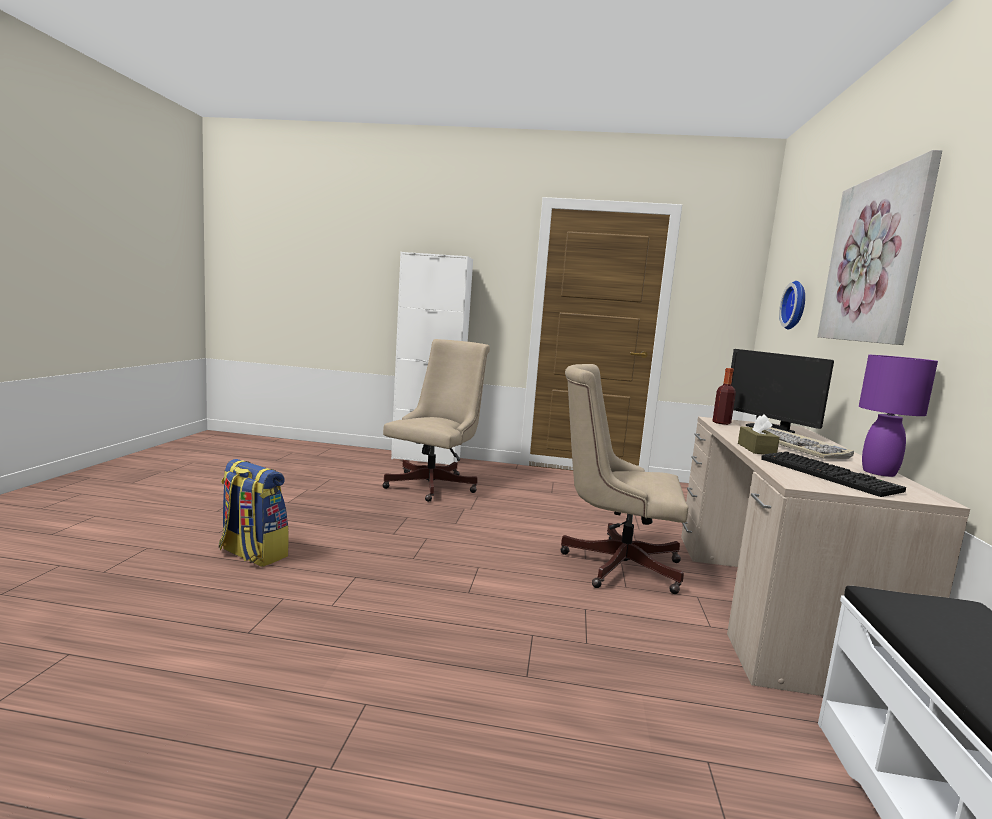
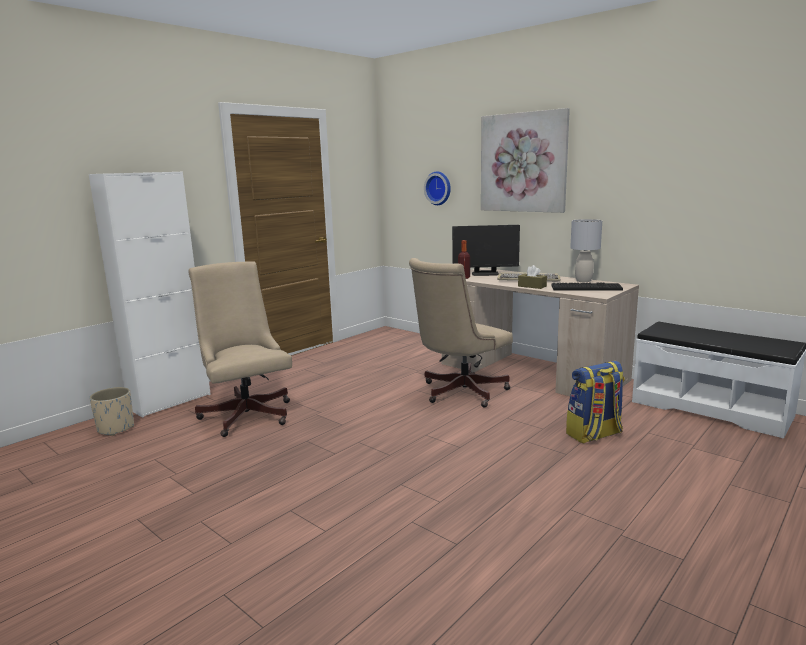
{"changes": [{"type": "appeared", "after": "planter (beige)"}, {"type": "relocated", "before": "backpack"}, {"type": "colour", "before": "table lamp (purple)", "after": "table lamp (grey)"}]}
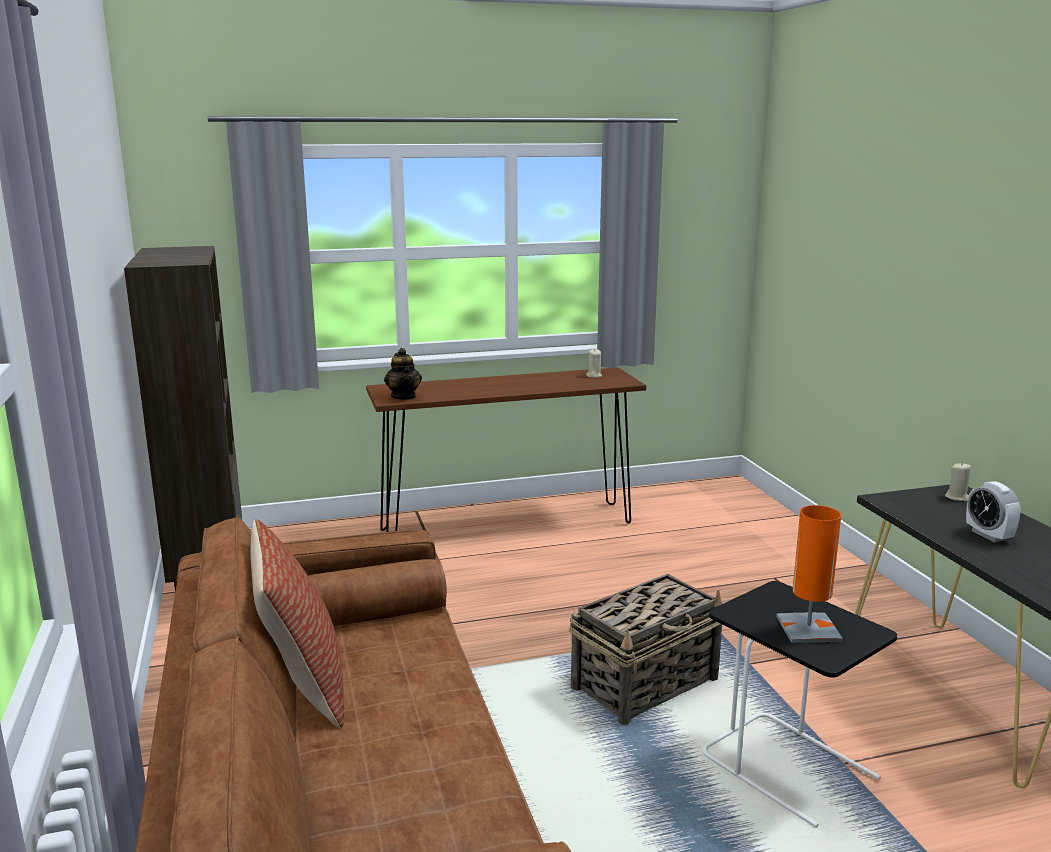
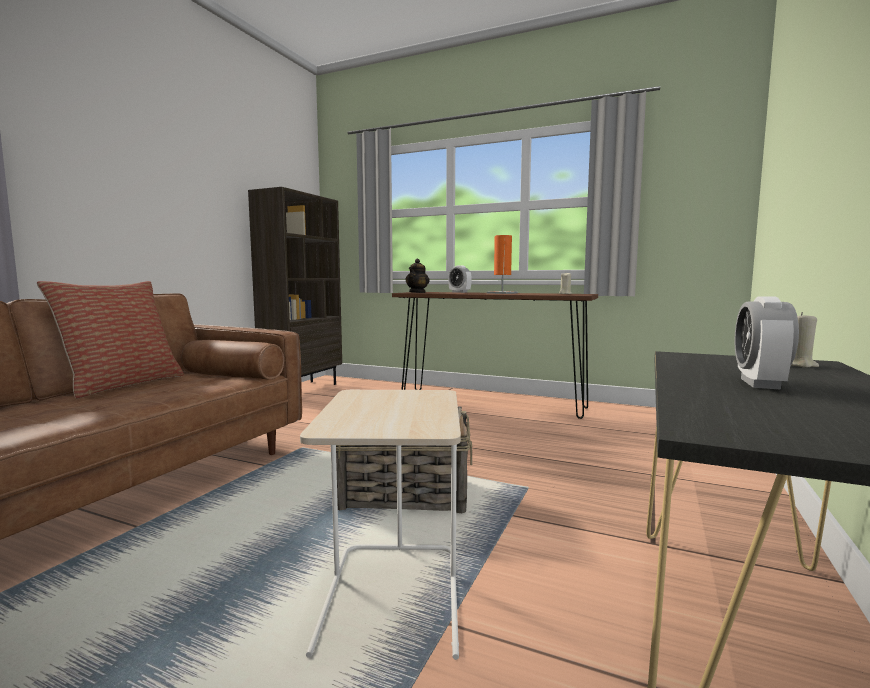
{"changes": [{"type": "colour", "before": "side table (black)", "after": "side table (beige)"}, {"type": "appeared", "after": "alarm clock (no. 1 from left)"}, {"type": "relocated", "before": "table lamp (orange)"}]}
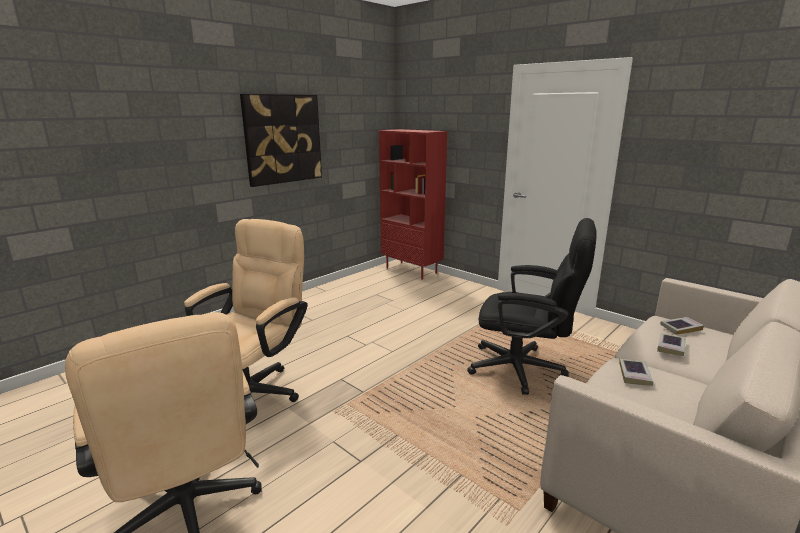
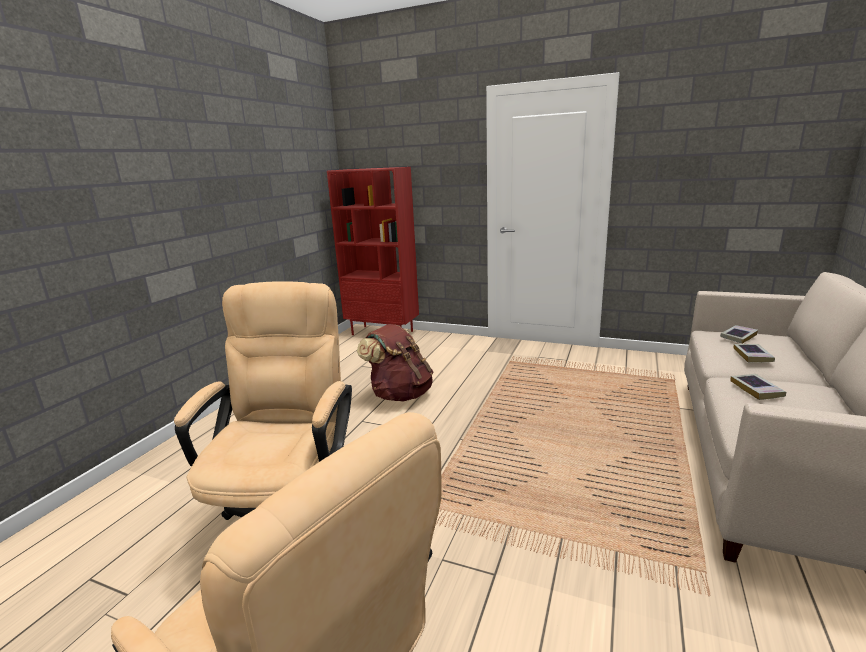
{"changes": [{"type": "appeared", "after": "backpack (brown)"}, {"type": "missing", "before": "picture"}, {"type": "missing", "before": "office chair (black)"}]}
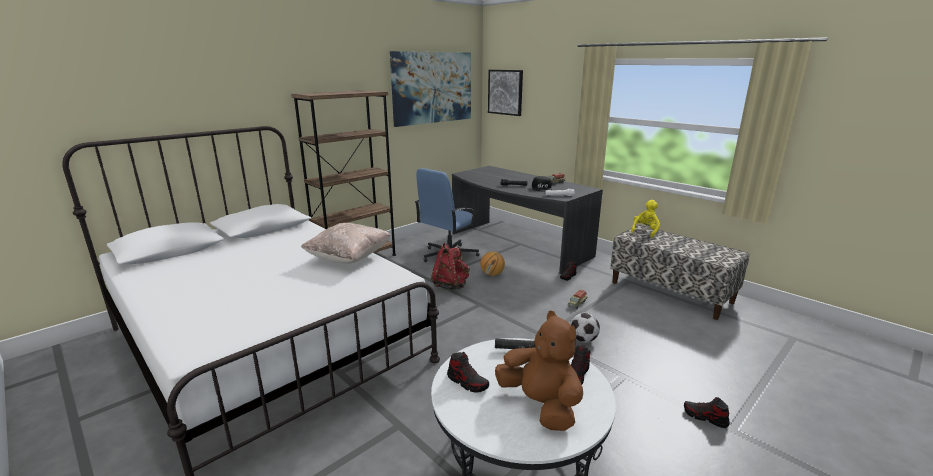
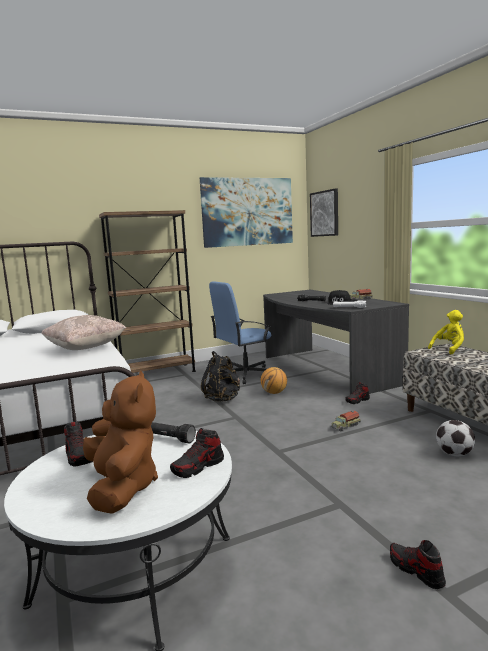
{"changes": [{"type": "colour", "before": "backpack (red)", "after": "backpack (black)"}, {"type": "relocated", "before": "football"}]}
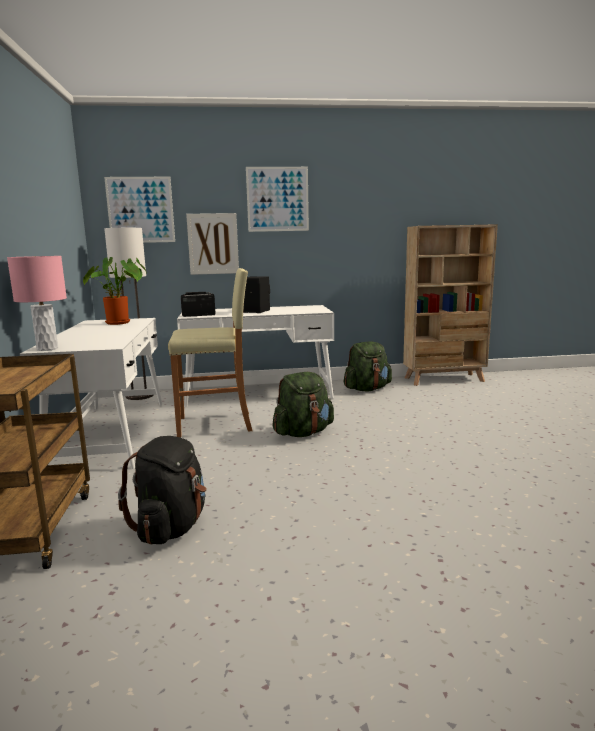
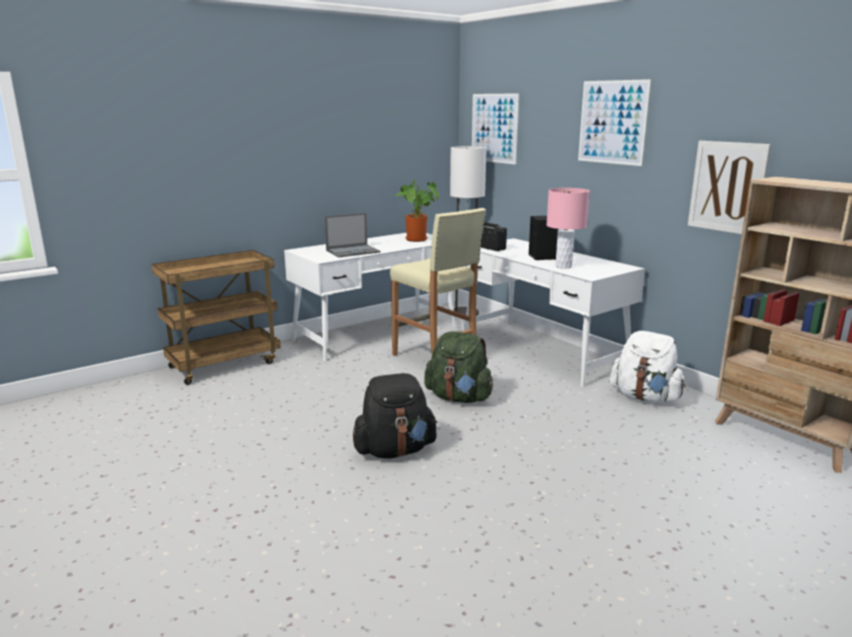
{"changes": [{"type": "appeared", "after": "laptop"}, {"type": "relocated", "before": "backpack (black)"}, {"type": "relocated", "before": "table lamp (pink)"}, {"type": "colour", "before": "backpack (green) (no. 2 from left)", "after": "backpack (white)"}, {"type": "relocated", "before": "picture (no. 2 from left in the first image)", "after": "picture (no. 3 from left)"}]}
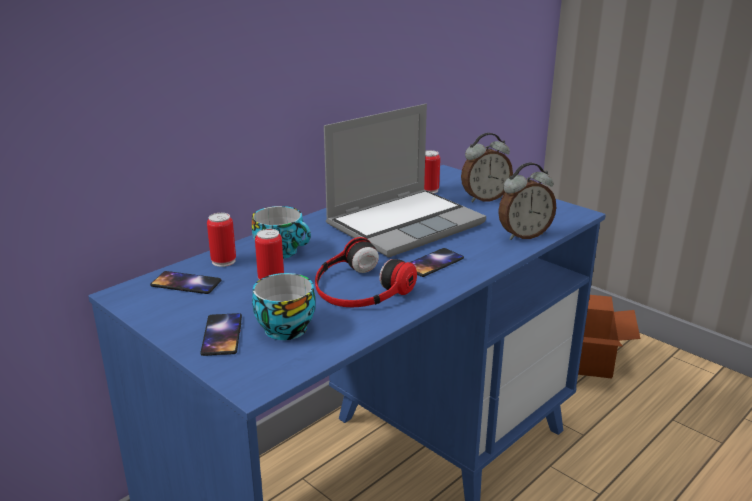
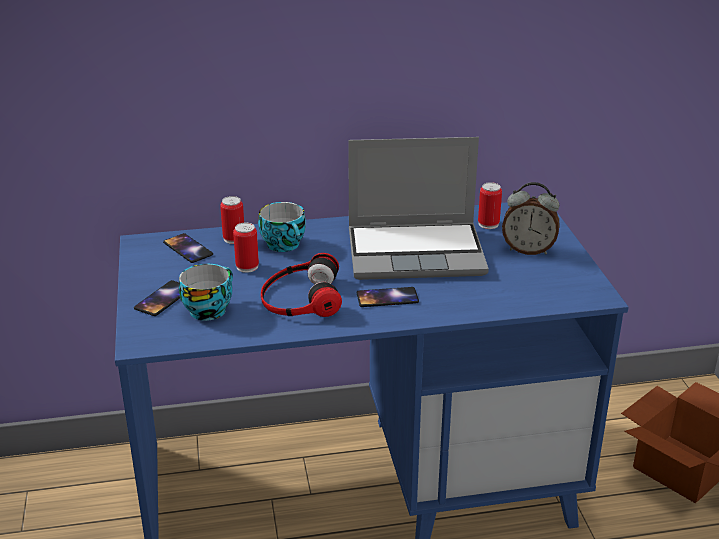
{"changes": [{"type": "missing", "before": "alarm clock (no. 2 from left)"}]}
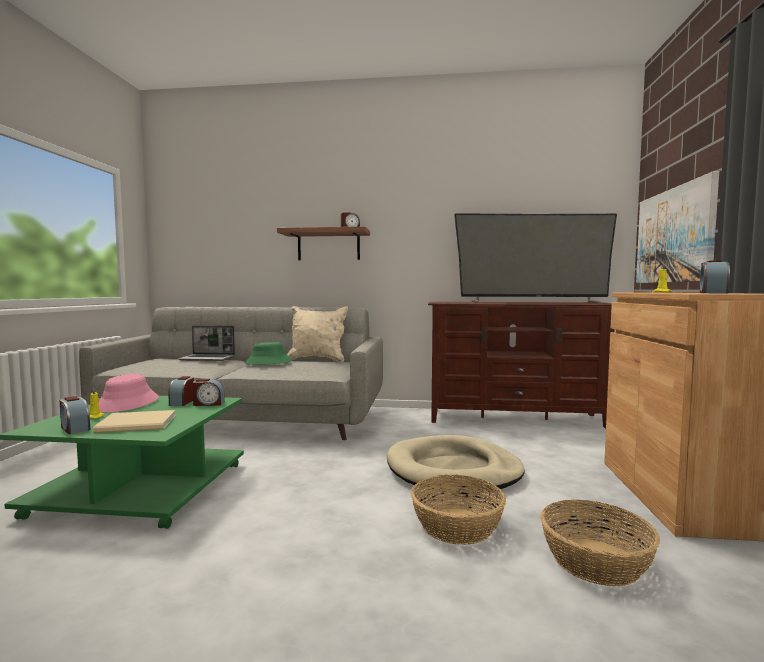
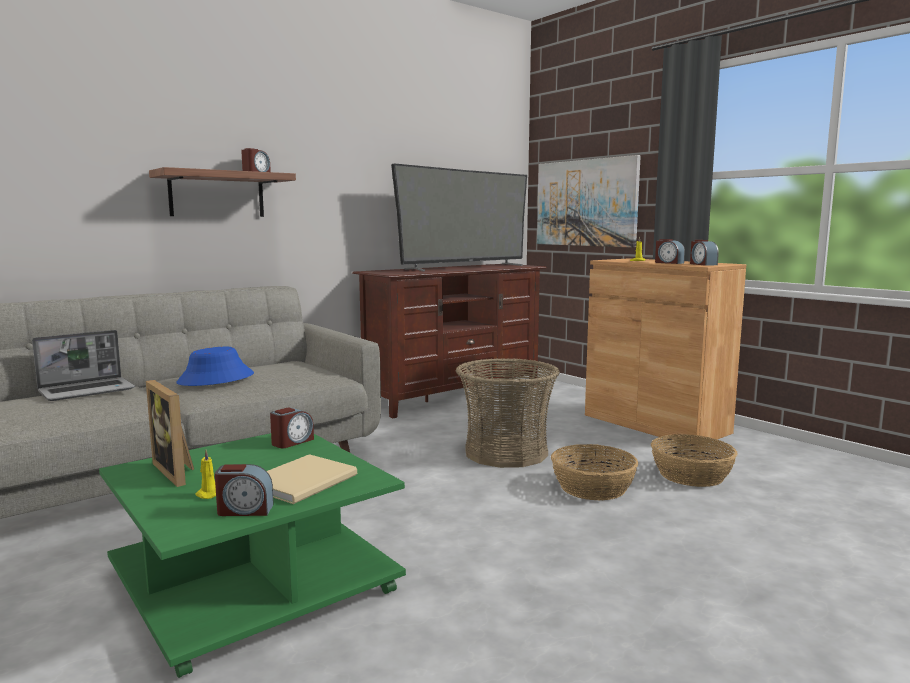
{"changes": [{"type": "exchanged", "before": "hat (pink)", "after": "picture frame"}, {"type": "colour", "before": "hat (green)", "after": "hat (blue)"}, {"type": "exchanged", "before": "dog bed (beige)", "after": "basket (no. 1 from left)"}, {"type": "relocated", "before": "alarm clock (no. 2 from left in the first image)", "after": "alarm clock (no. 4 from left)"}, {"type": "missing", "before": "pillow (beige)"}]}
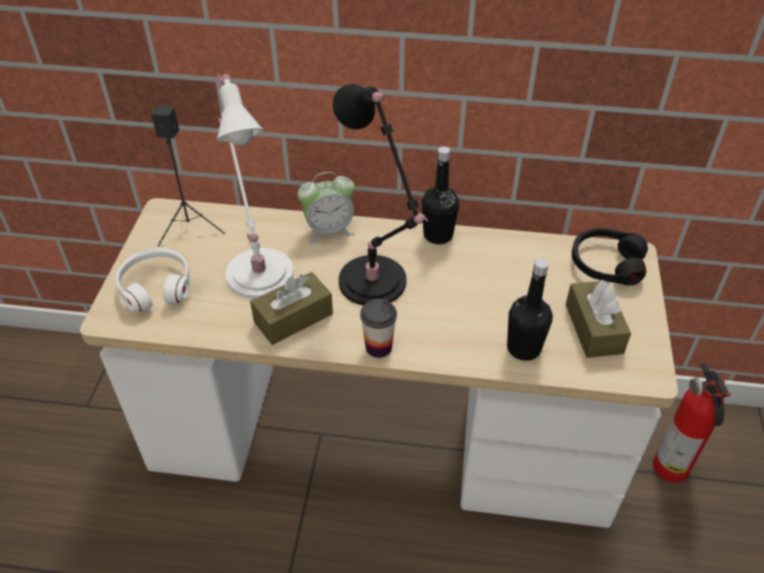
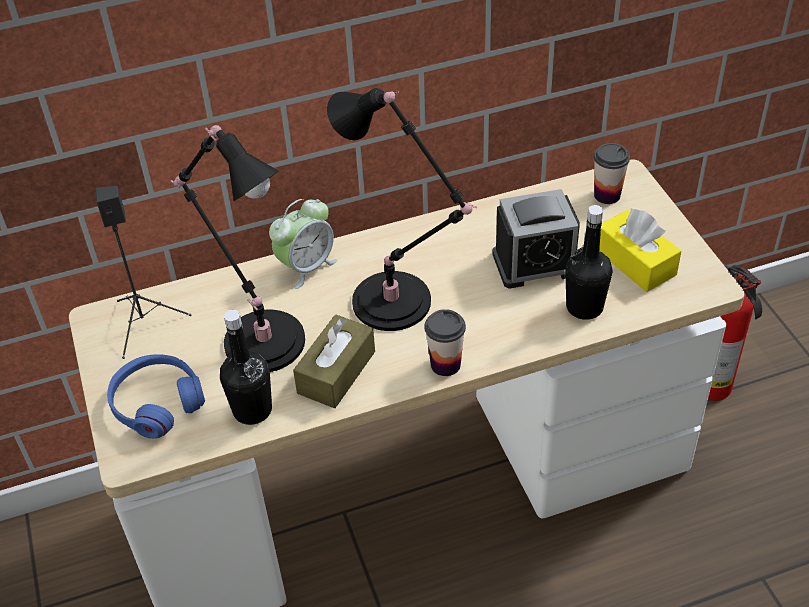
{"changes": [{"type": "colour", "before": "headphones (white)", "after": "headphones (blue)"}, {"type": "colour", "before": "table lamp (white)", "after": "table lamp (black) (no. 1 from left)"}, {"type": "relocated", "before": "bottle (black) (no. 1 from left)"}, {"type": "appeared", "after": "alarm clock (no. 2 from left)"}, {"type": "exchanged", "before": "headphones (black)", "after": "cup (no. 2 from left)"}, {"type": "colour", "before": "tissue box (brown) (no. 2 from left)", "after": "tissue box (yellow)"}]}
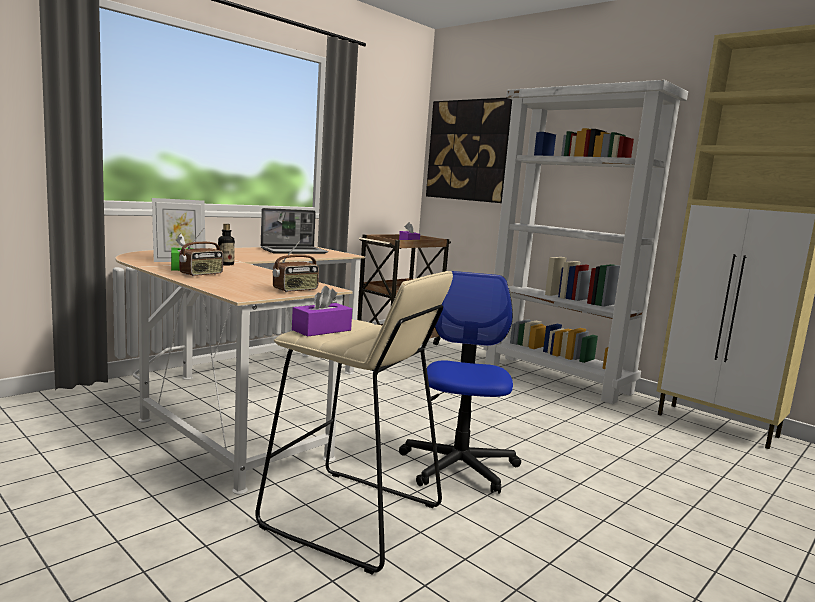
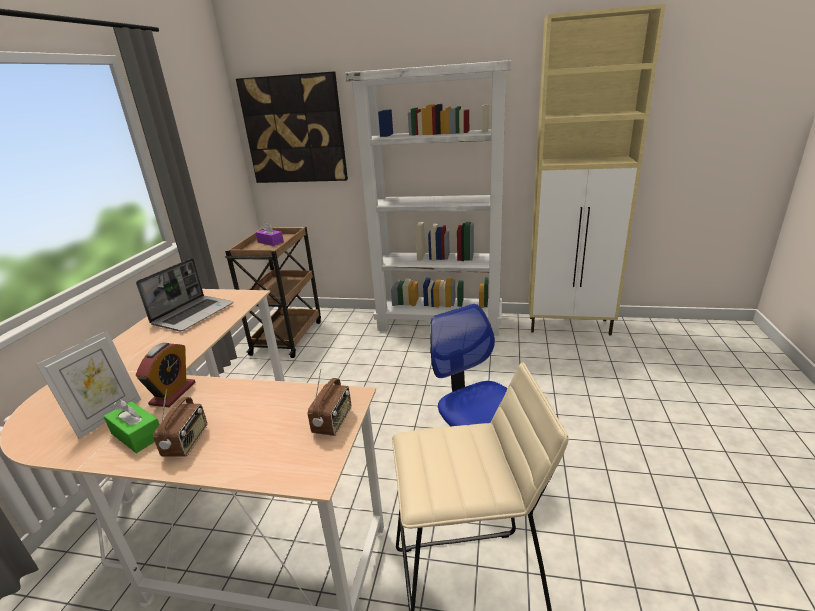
{"changes": [{"type": "exchanged", "before": "bottle", "after": "alarm clock"}, {"type": "missing", "before": "tissue box (purple) (no. 1 from left)"}]}
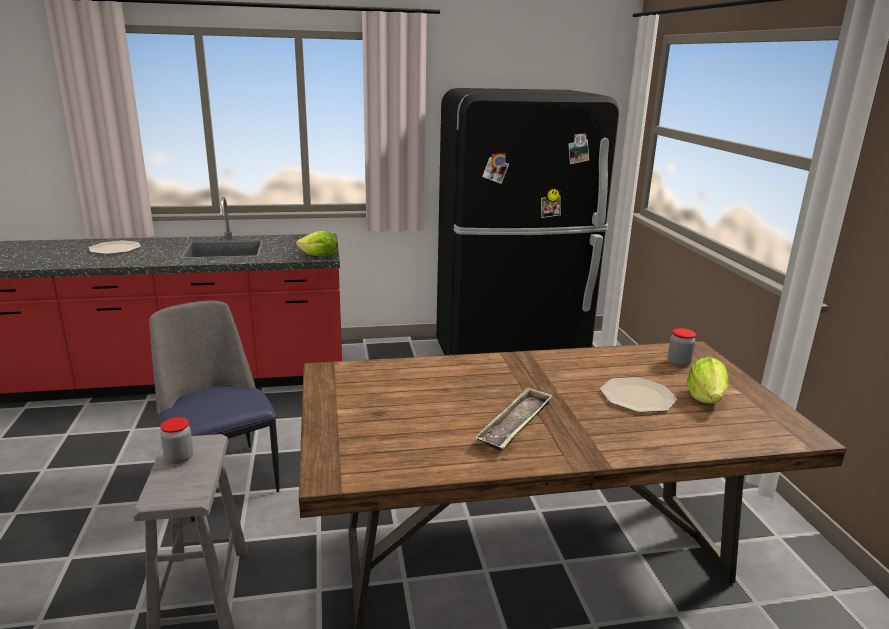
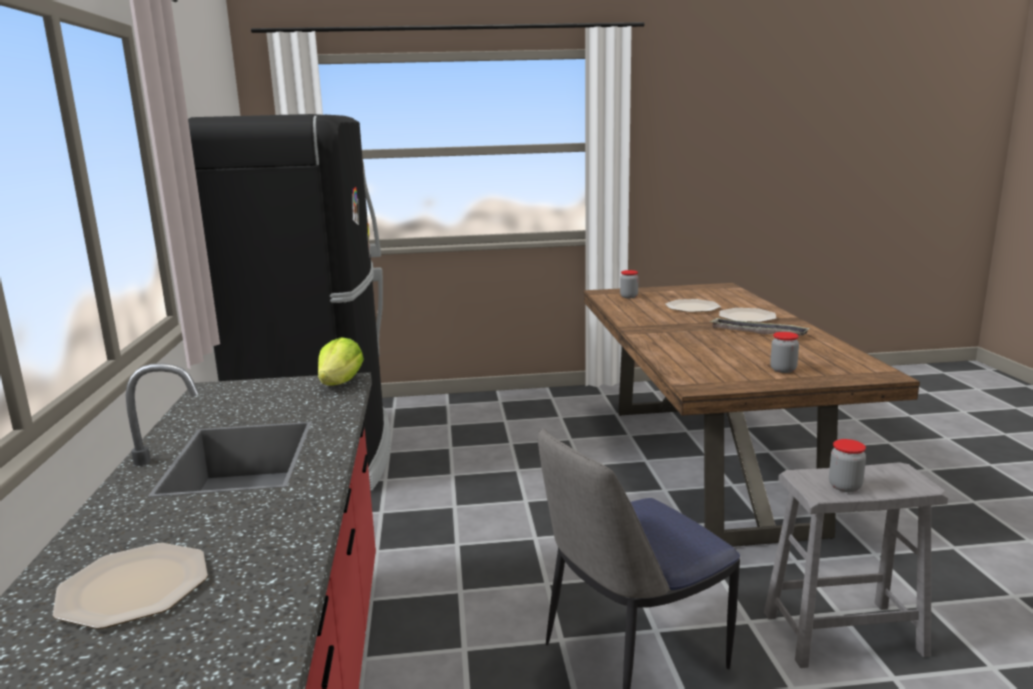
{"changes": [{"type": "appeared", "after": "plate (no. 3 from left)"}, {"type": "appeared", "after": "jar (no. 2 from left)"}, {"type": "missing", "before": "lettuce (no. 2 from left)"}]}
